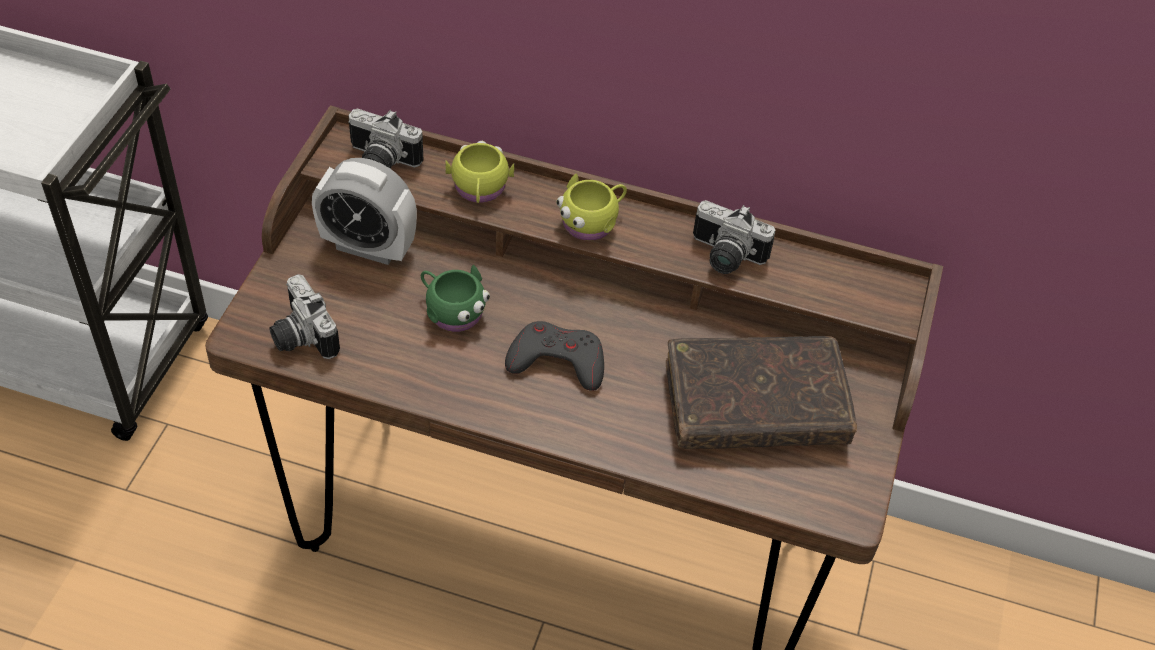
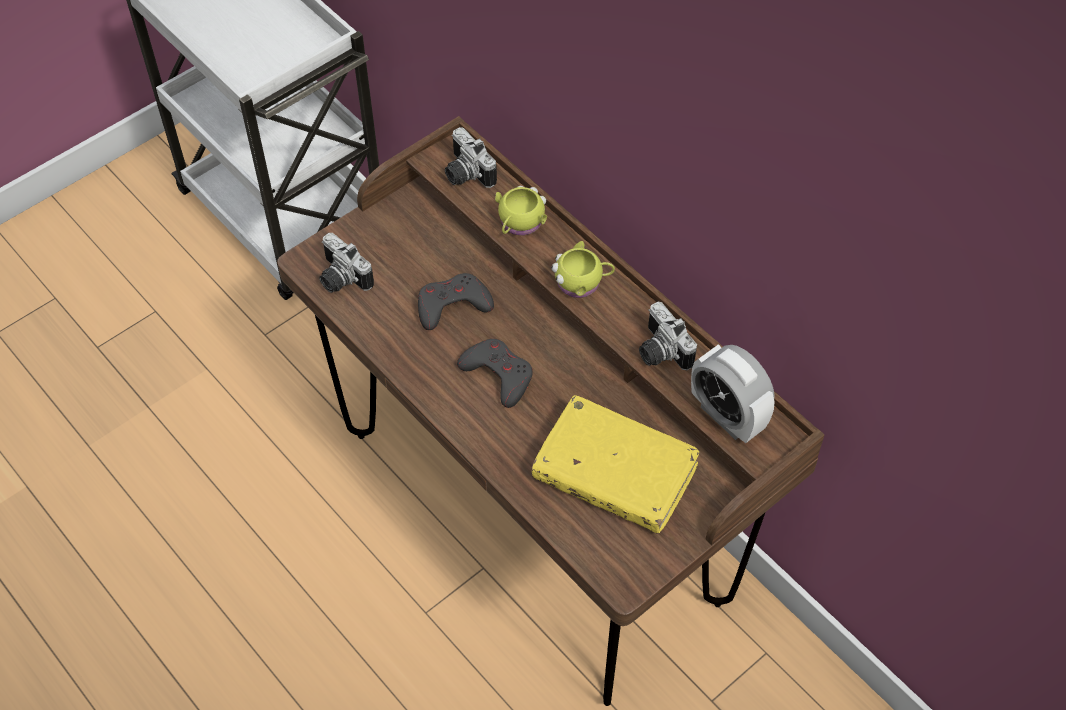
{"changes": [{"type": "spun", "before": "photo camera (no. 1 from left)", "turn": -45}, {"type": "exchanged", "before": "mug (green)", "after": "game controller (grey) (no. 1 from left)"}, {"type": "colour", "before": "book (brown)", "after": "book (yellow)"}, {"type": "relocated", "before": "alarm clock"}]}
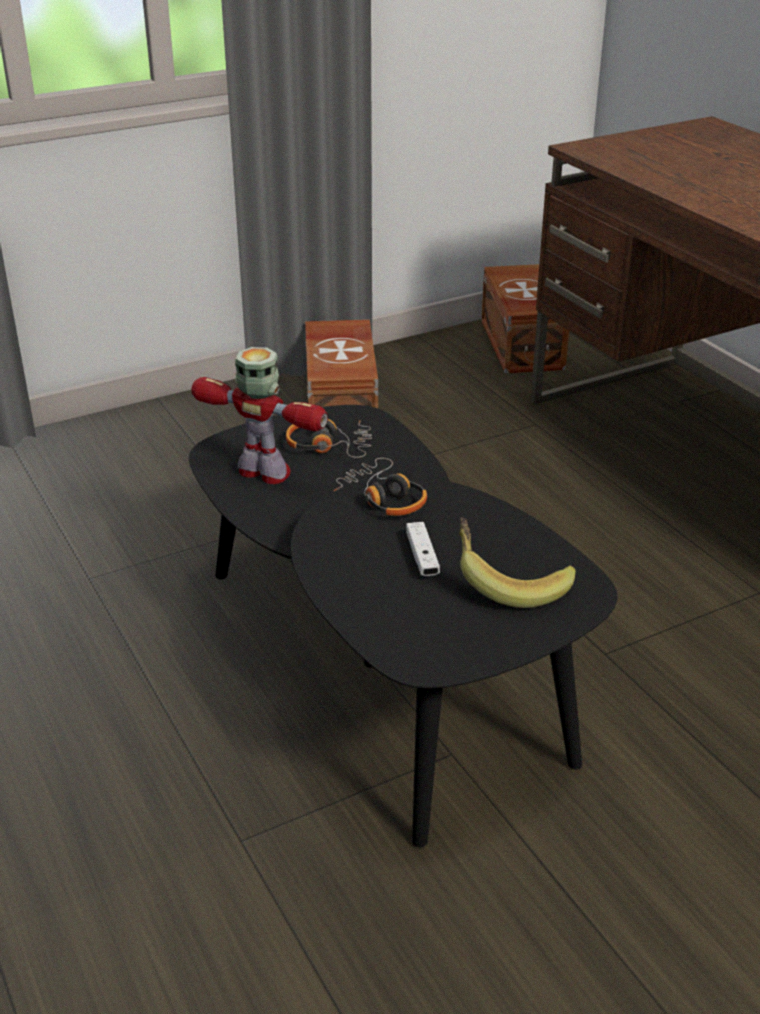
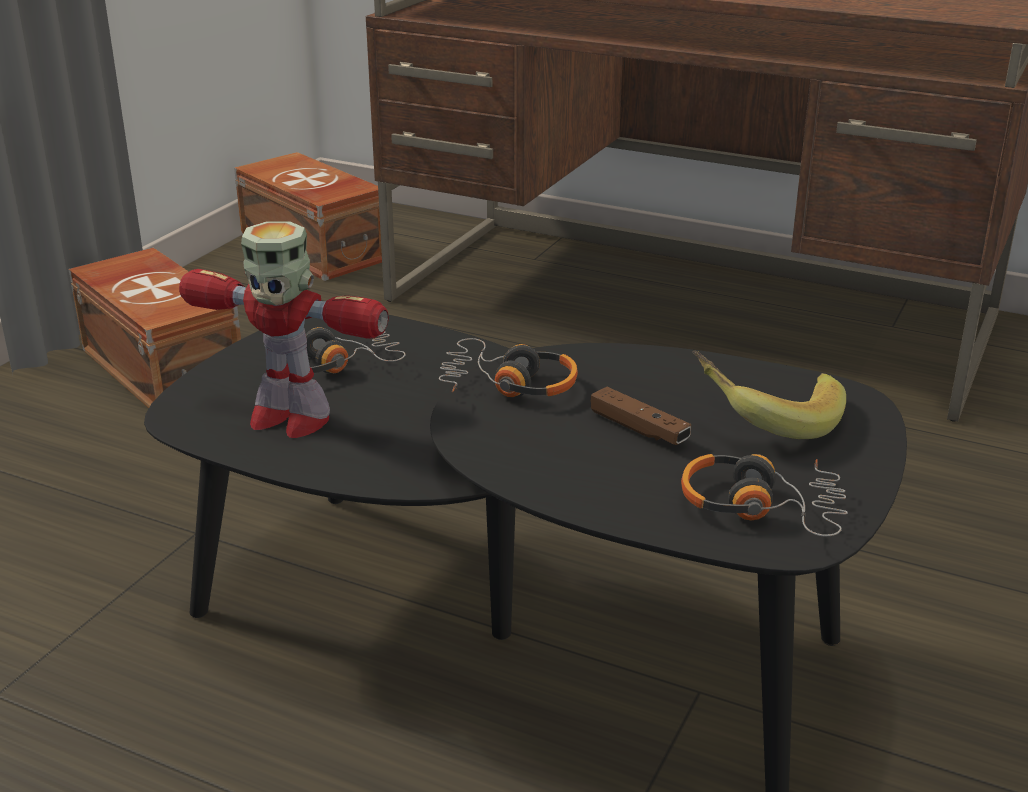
{"changes": [{"type": "spun", "before": "toy robot", "turn": -150}, {"type": "colour", "before": "game controller (white)", "after": "game controller (brown)"}, {"type": "appeared", "after": "headphones (no. 3 from left)"}]}
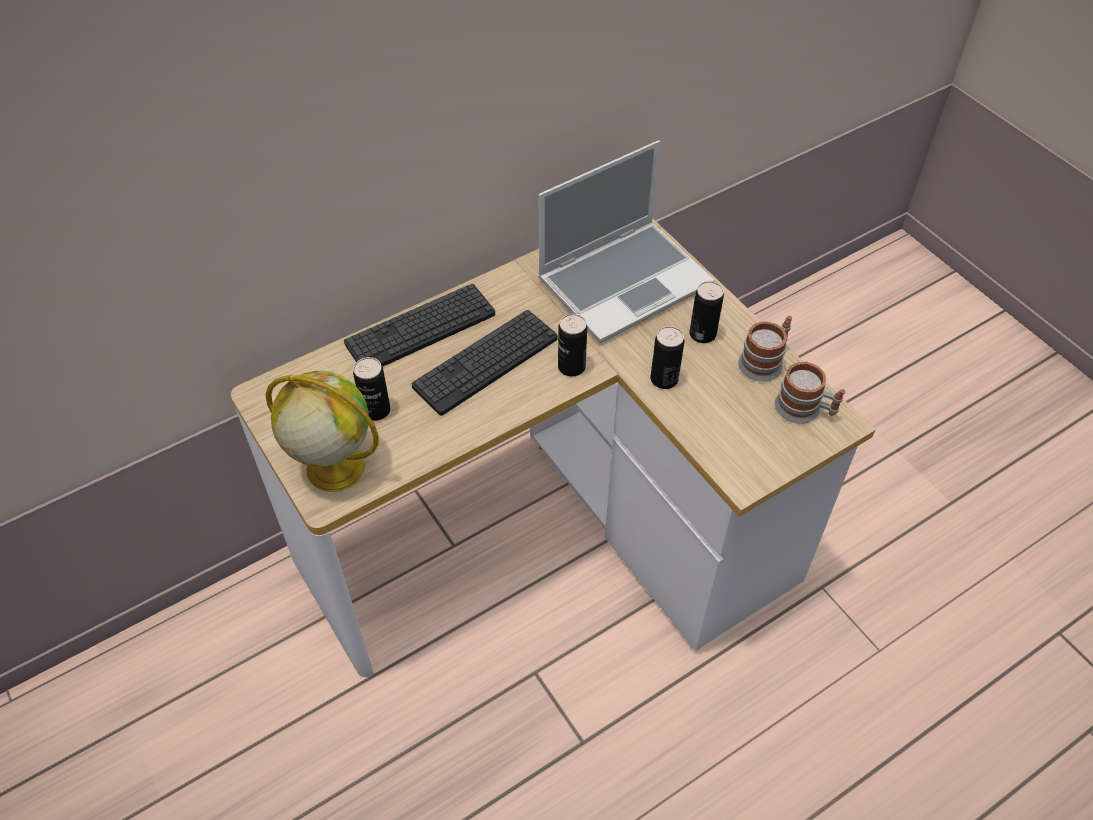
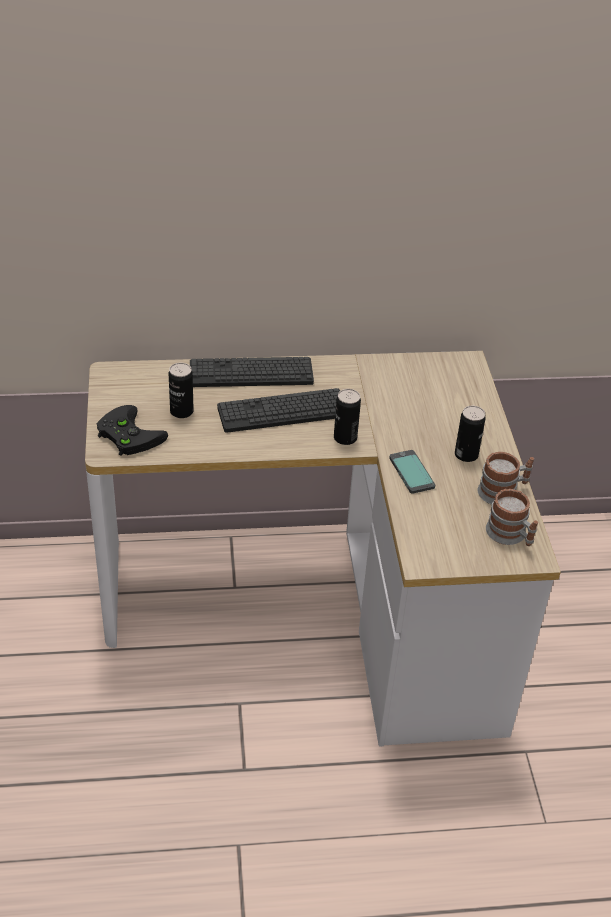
{"changes": [{"type": "exchanged", "before": "globe", "after": "game controller (black)"}, {"type": "exchanged", "before": "can (no. 3 from left)", "after": "phone"}, {"type": "missing", "before": "laptop"}]}
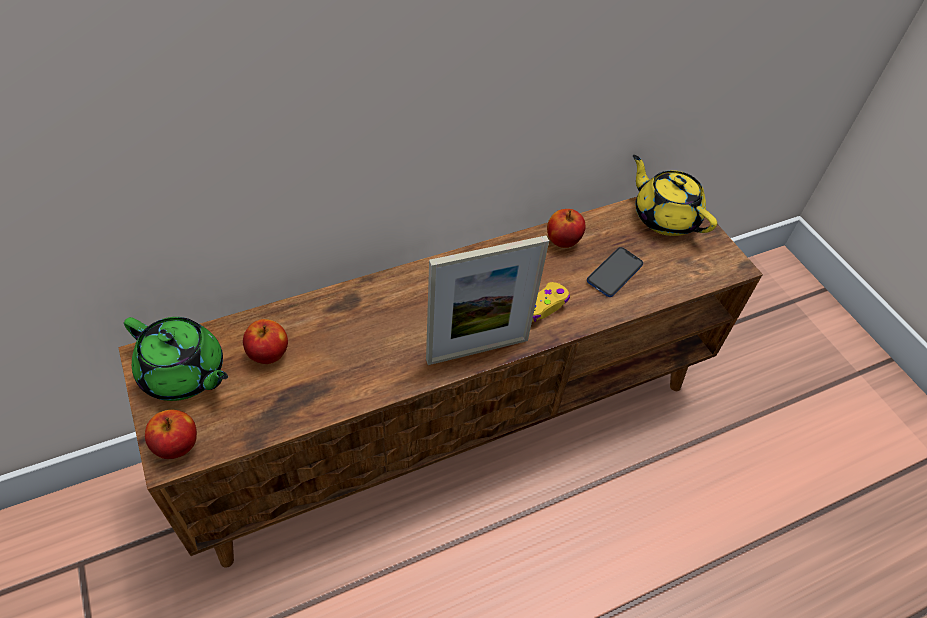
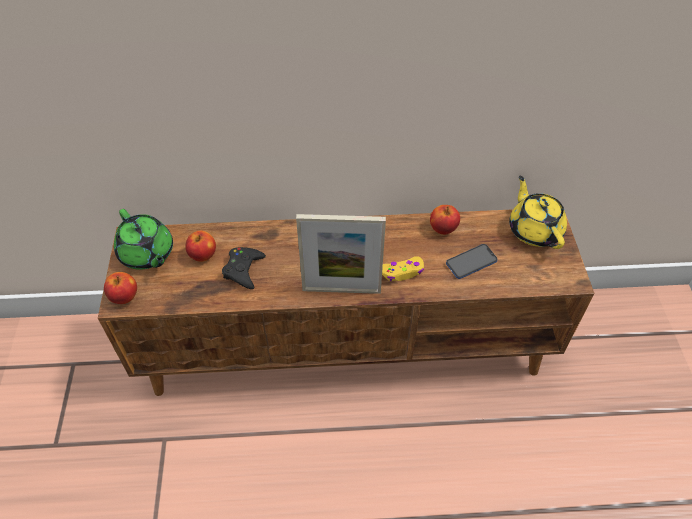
{"changes": [{"type": "appeared", "after": "game controller (black)"}]}
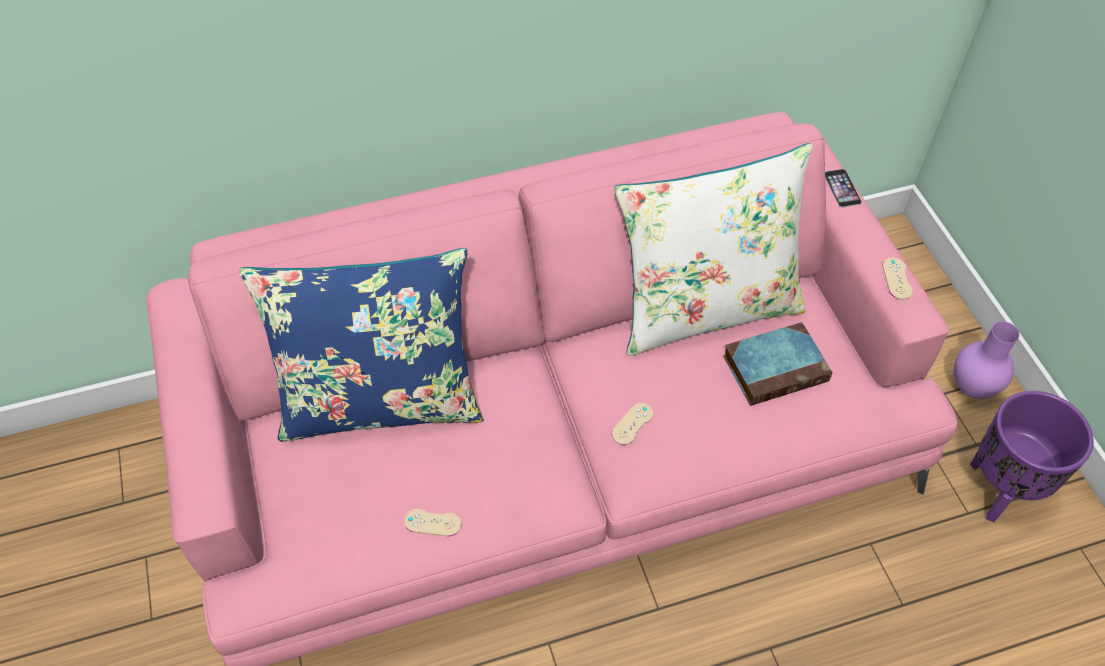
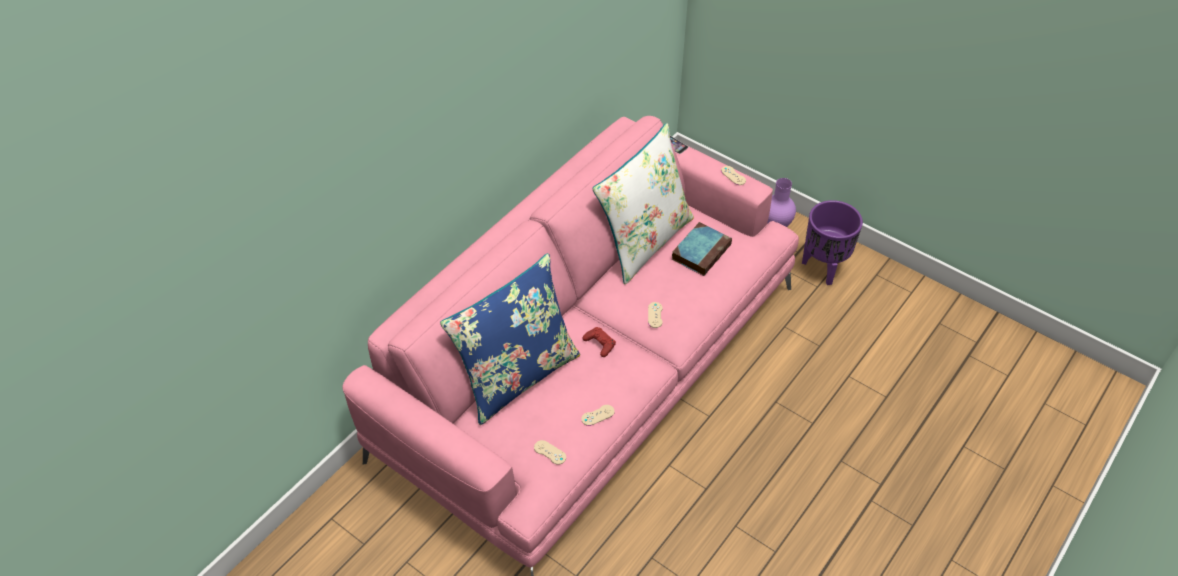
{"changes": [{"type": "appeared", "after": "game controller (beige) (no. 1 from left)"}, {"type": "appeared", "after": "game controller (red)"}]}
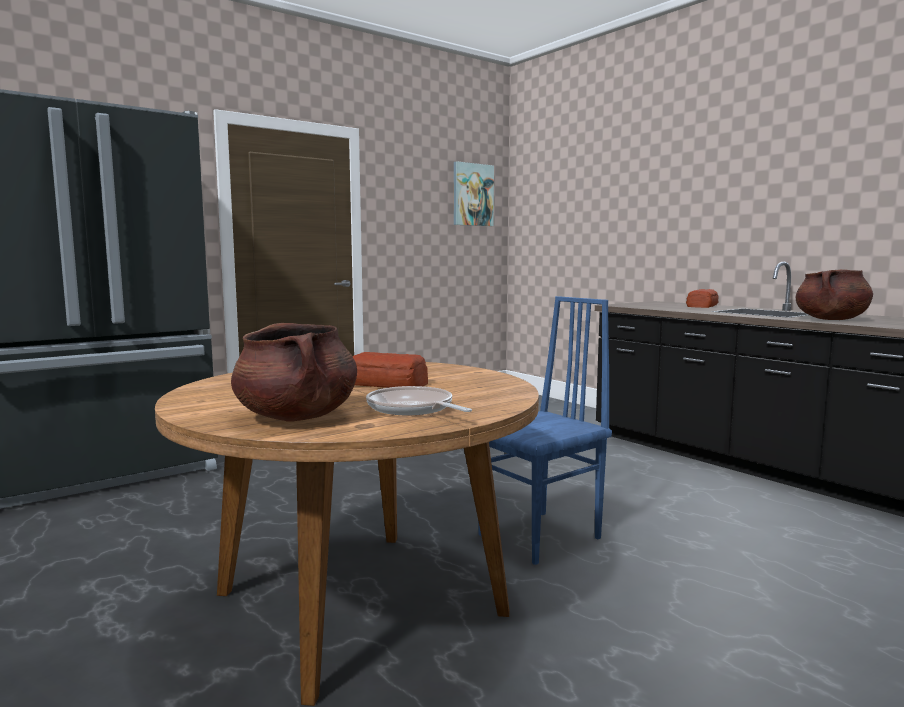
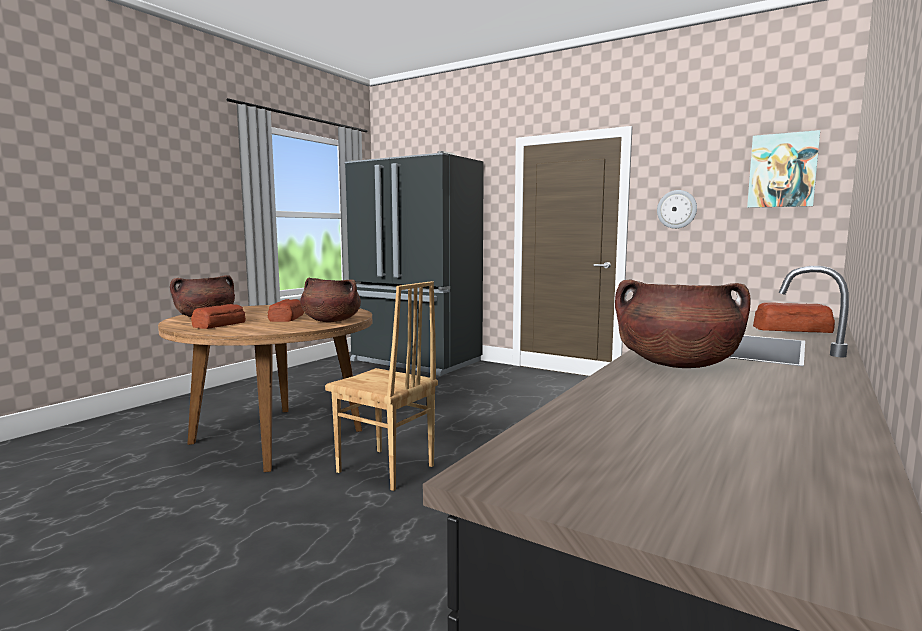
{"changes": [{"type": "exchanged", "before": "frying pan", "after": "bread (no. 1 from left)"}, {"type": "appeared", "after": "cooking pot (brown) (no. 2 from left)"}, {"type": "colour", "before": "chair (blue)", "after": "chair (brown)"}, {"type": "appeared", "after": "wall clock"}]}
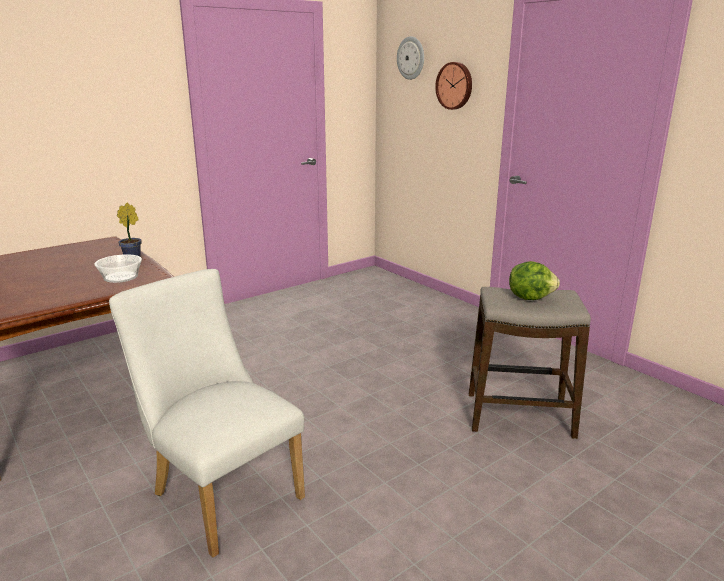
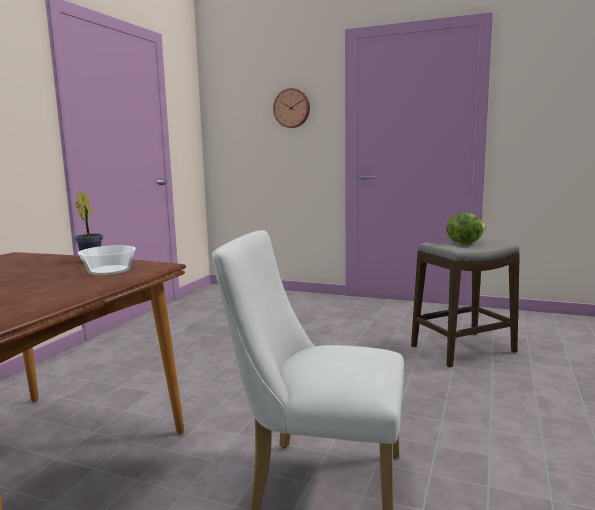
{"changes": [{"type": "missing", "before": "wall clock (no. 1 from left)"}]}
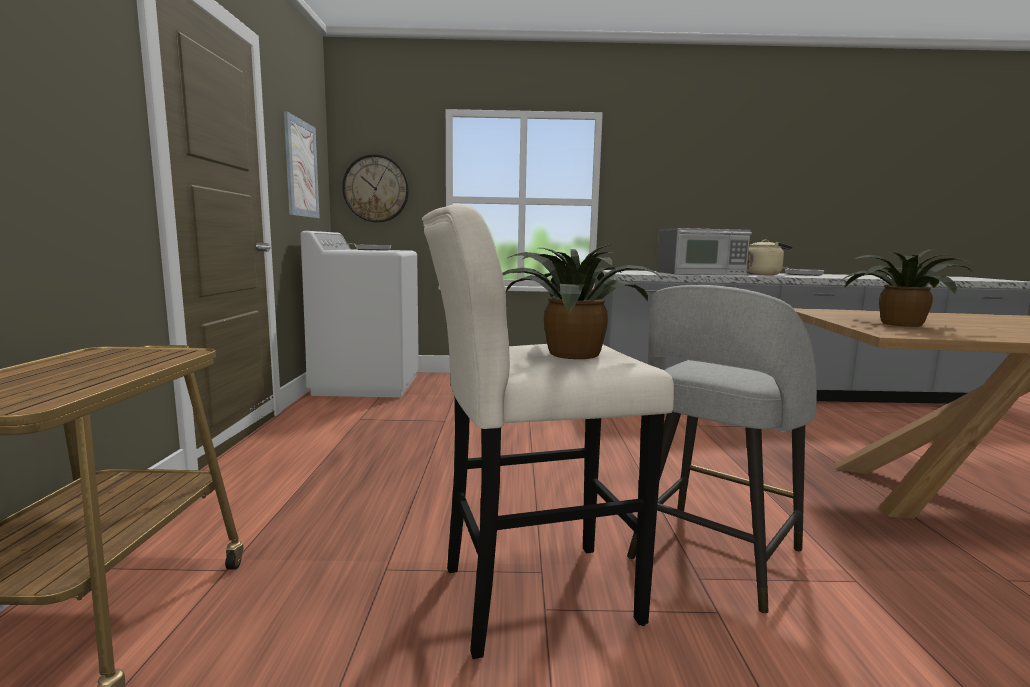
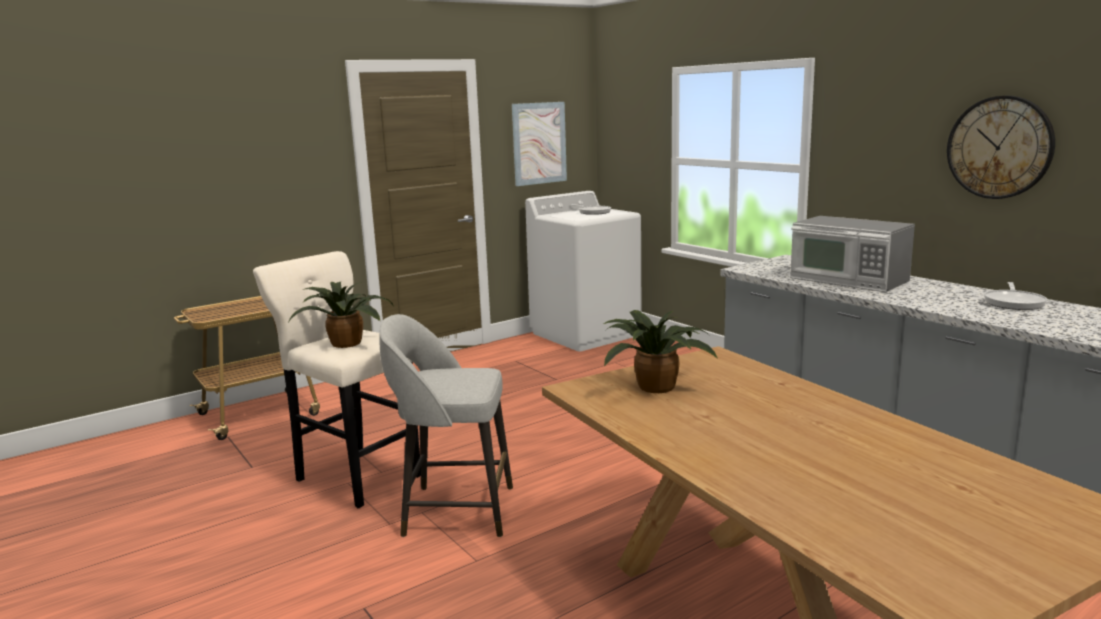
{"changes": [{"type": "relocated", "before": "wall clock"}, {"type": "missing", "before": "kettle (beige)"}]}
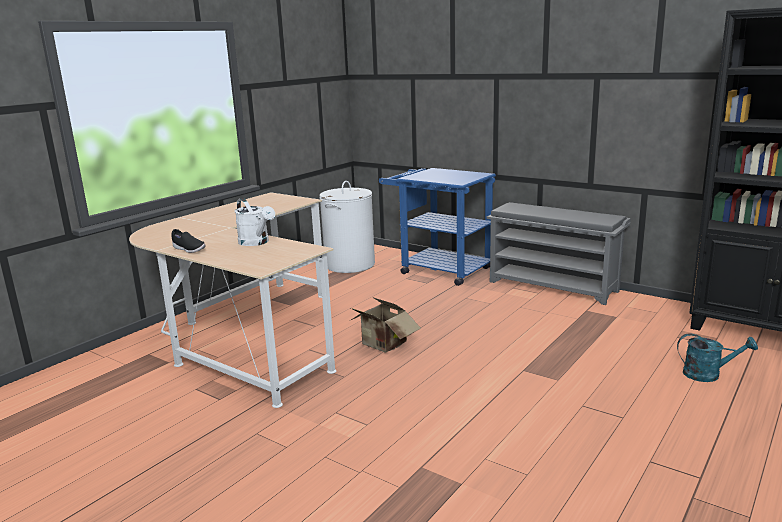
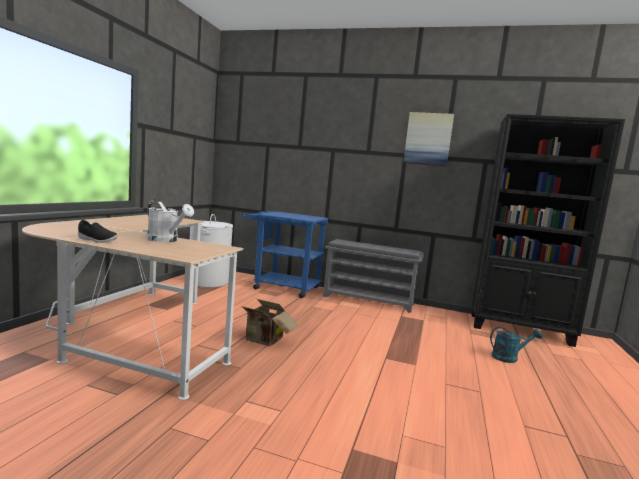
{"changes": [{"type": "appeared", "after": "picture"}]}
